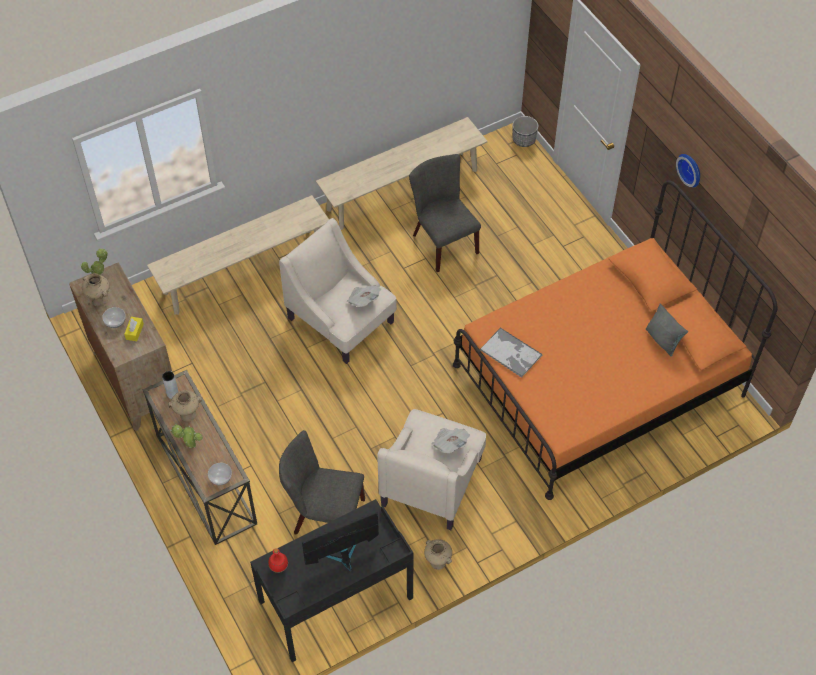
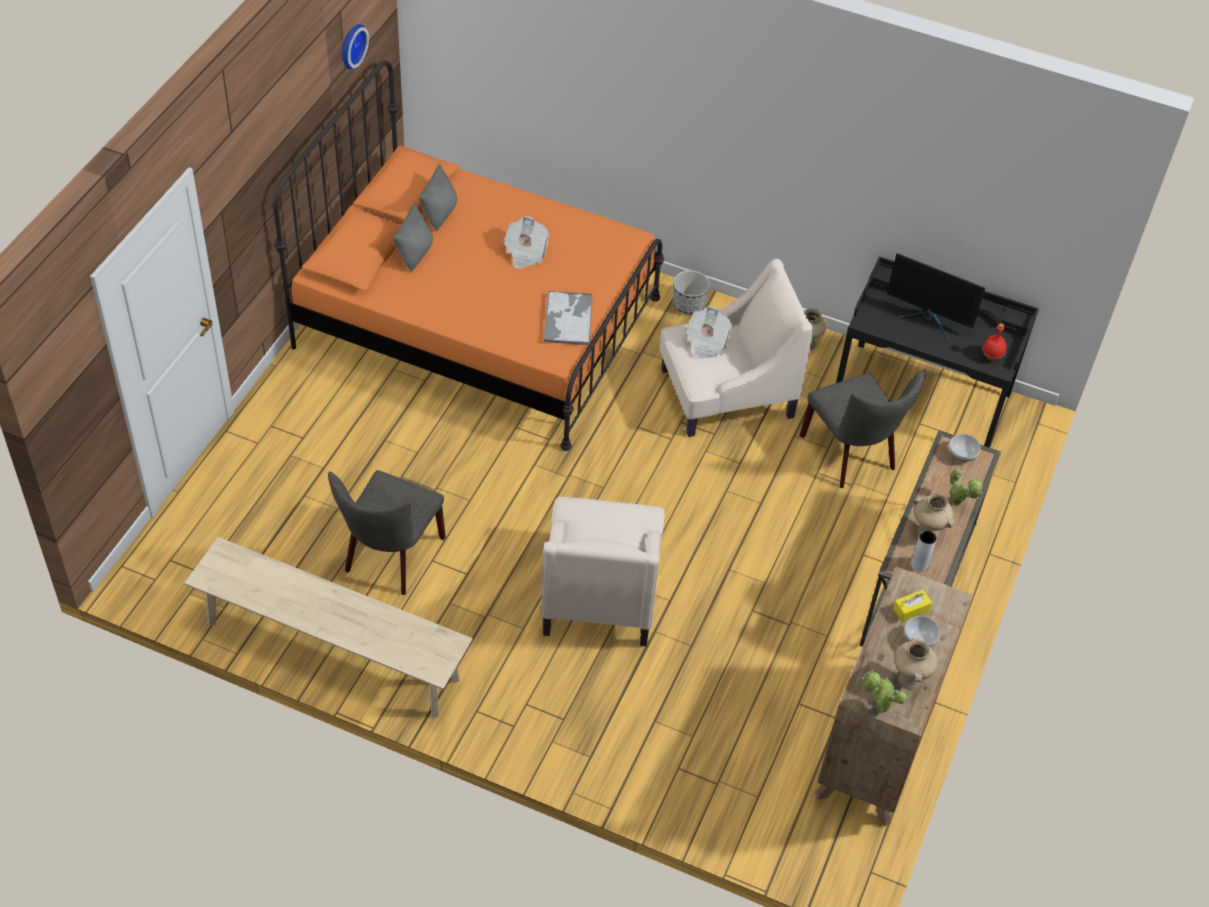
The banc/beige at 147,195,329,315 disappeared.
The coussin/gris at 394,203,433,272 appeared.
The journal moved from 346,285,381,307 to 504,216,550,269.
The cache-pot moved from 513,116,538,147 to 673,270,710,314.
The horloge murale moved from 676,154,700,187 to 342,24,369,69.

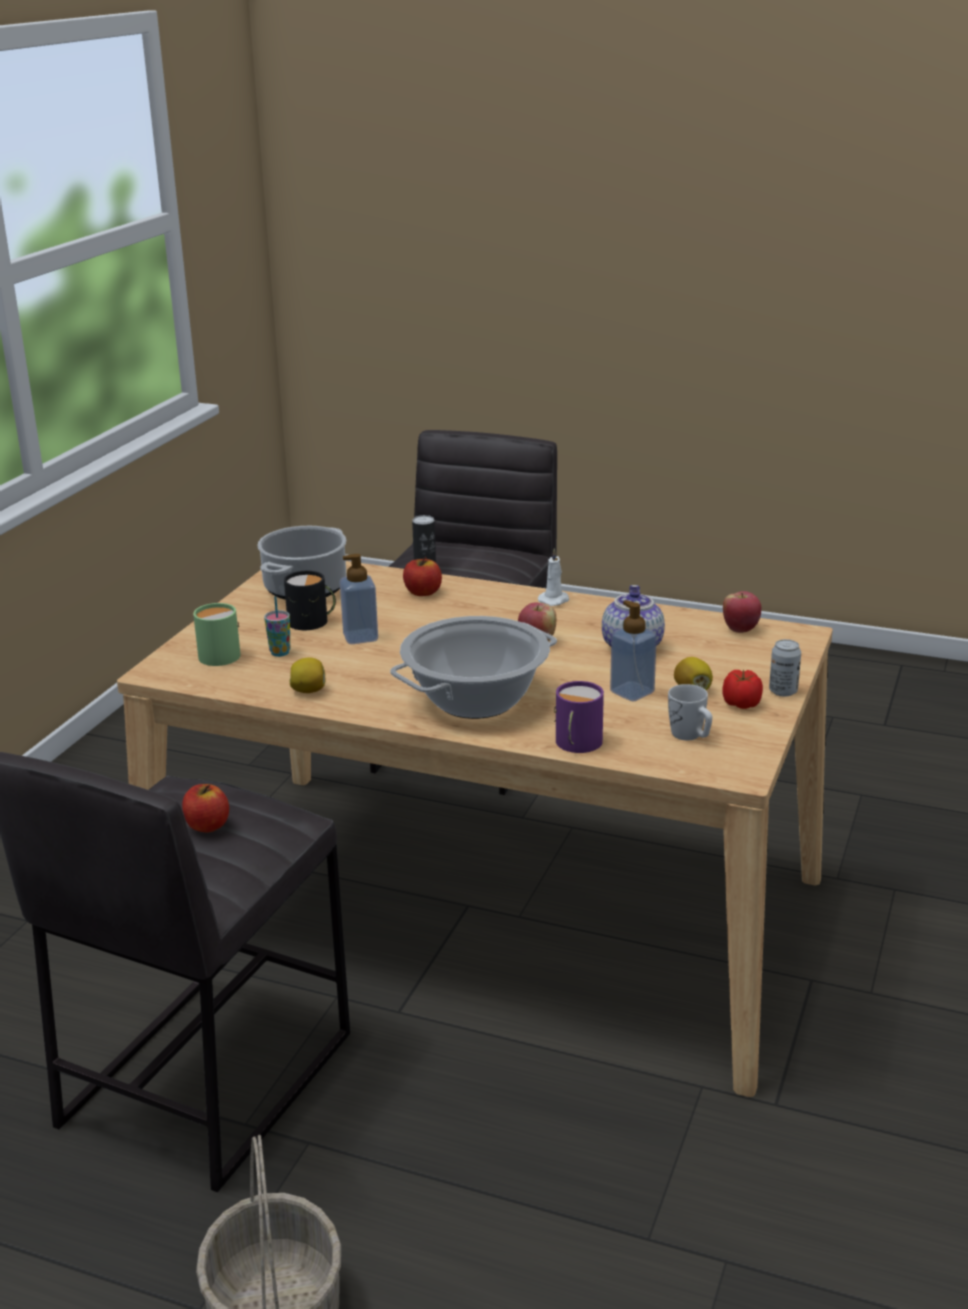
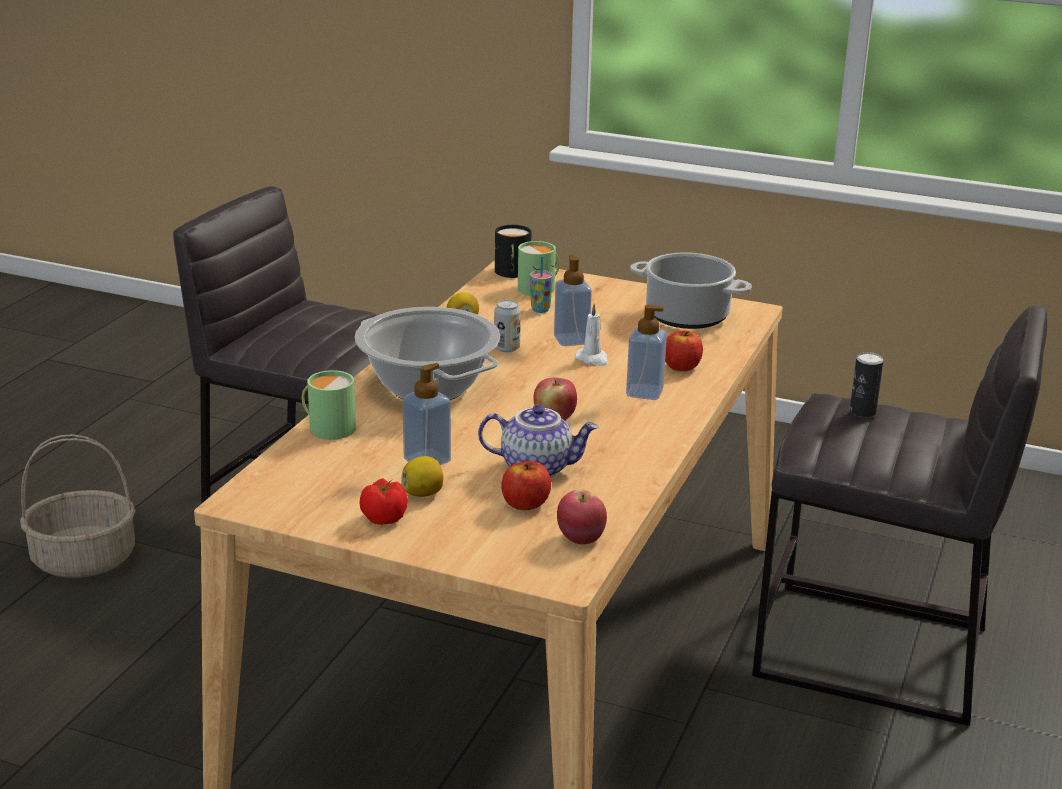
The mug/blanc at 668,684,712,740 disappeared.
The distributeur de savon at 626,304,667,400 appeared.
The pomme moved from 182,784,229,832 to 501,461,551,510.
The mug/noir moved from 284,571,336,630 to 494,225,531,278.
The bougie/blanc moved from 538,548,569,606 to 575,304,608,366.
The boîte métallique moved from 769,639,801,697 to 494,300,521,352.
The mug/violet at 554,681,604,753 became the mug/vert at 302,370,356,440.

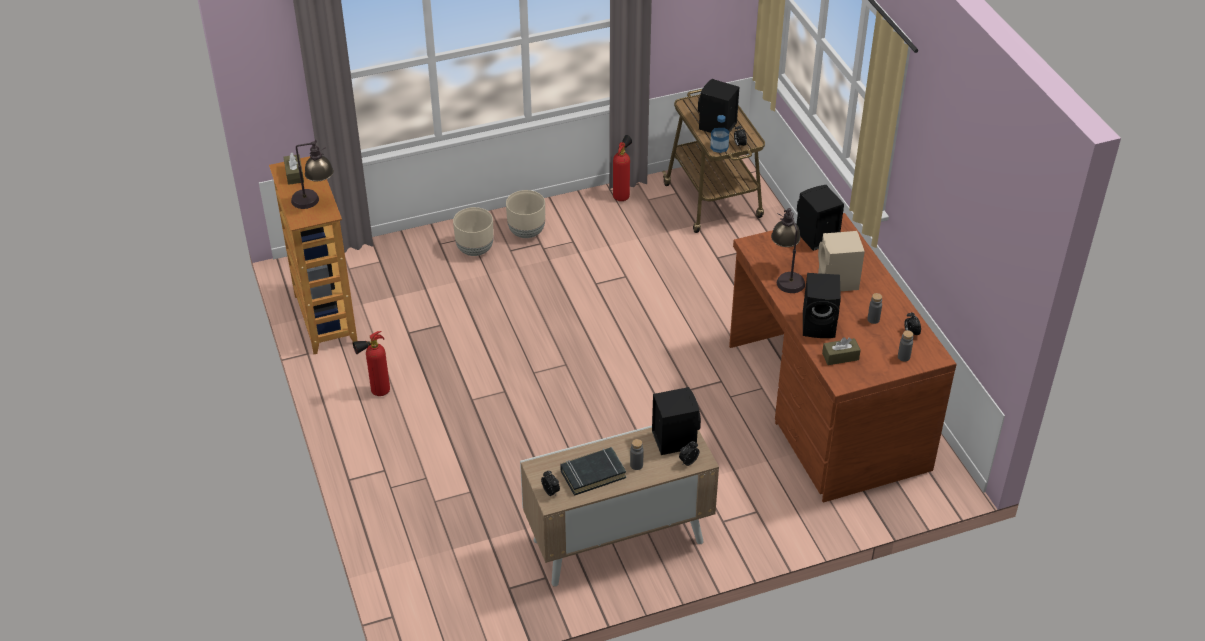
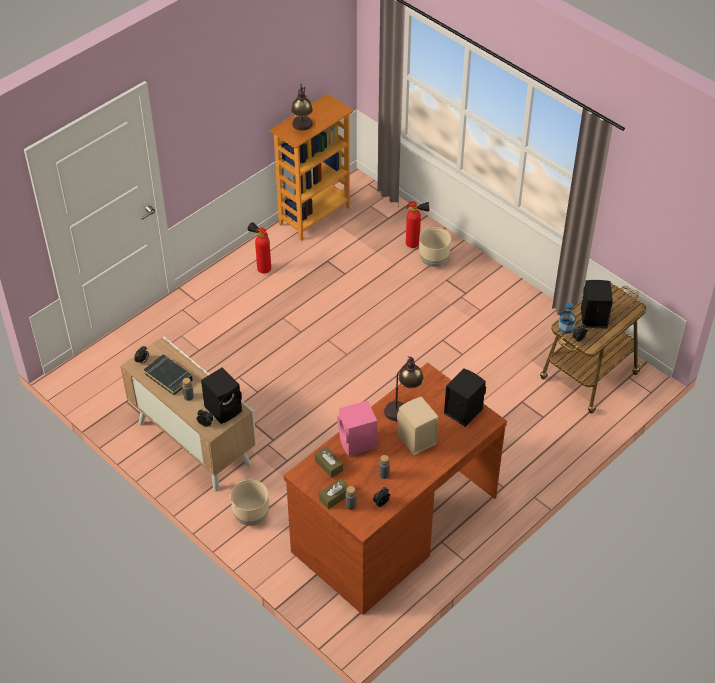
The boîte à mouchoirs/marron moved from 283,152,304,185 to 319,479,348,509.
The cache-pot/beige moved from 506,190,545,238 to 231,480,269,526.
The extincteur moved from 613,135,632,201 to 406,201,429,248.
The enceinte/noir at 803,273,841,338 became the enceinte/rose at 337,400,377,456.

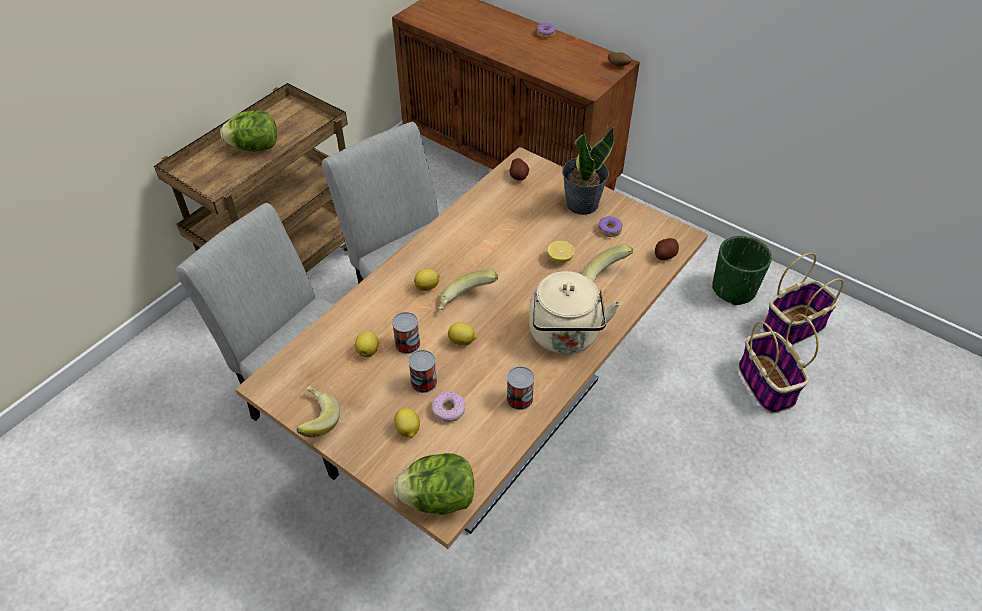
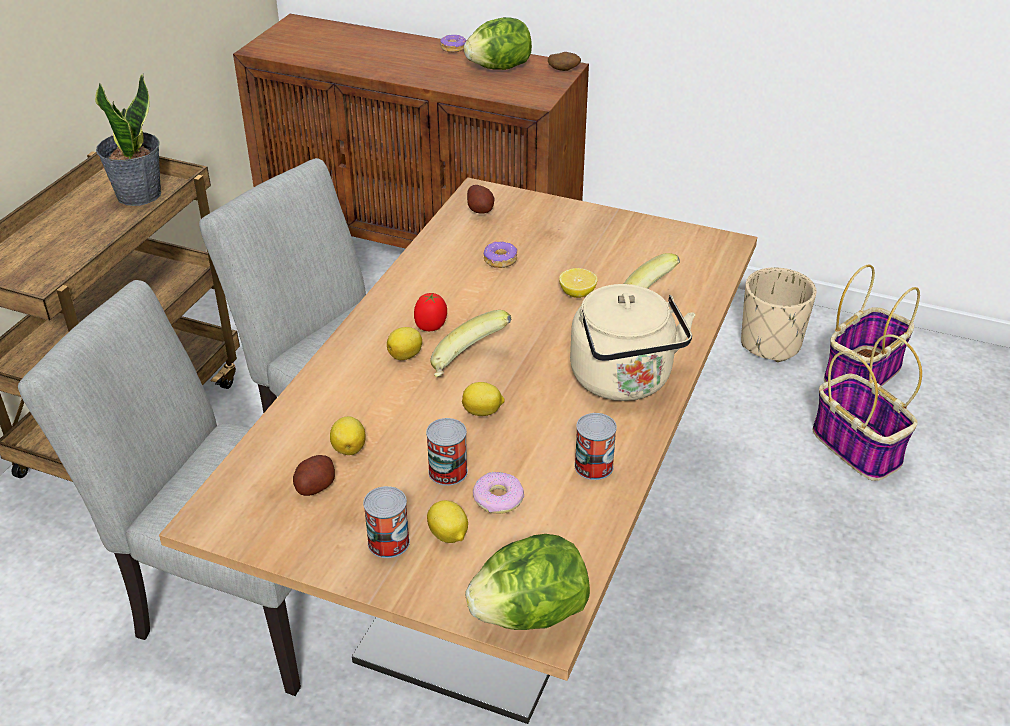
The banane at 297,385,340,437 disappeared.
The tomate at 414,293,447,331 appeared.
The laitue moved from 220,110,277,152 to 464,17,532,70.
The boîte métallique moved from 392,312,420,354 to 363,486,410,558.
The plante en pot moved from 562,127,614,215 to 95,74,161,206.
The beignet moved from 598,216,623,237 to 484,241,517,268.
The pomme de terre moved from 655,238,679,260 to 293,455,335,496.
The cache-pot/vert at 712,236,772,305 became the cache-pot/beige at 741,268,816,362.

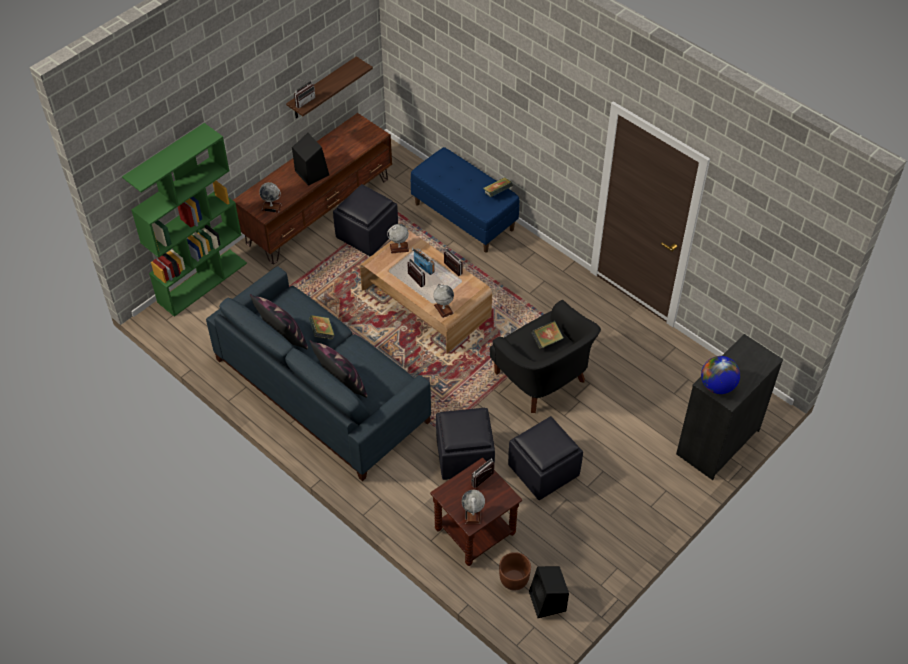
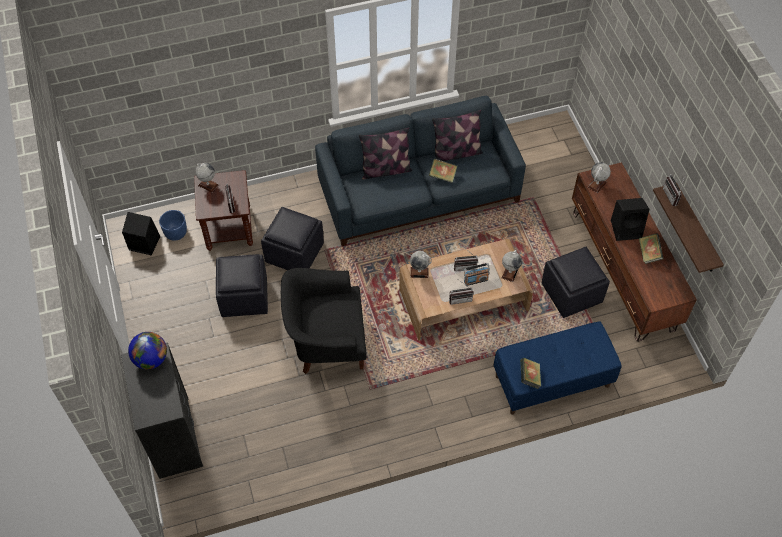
The bibliothèque/vert at 122,123,247,317 disappeared.
The livre moved from 531,321,563,349 to 639,234,664,264.
The cache-pot/marron at 499,552,531,591 became the cache-pot/bleu at 159,210,187,241.

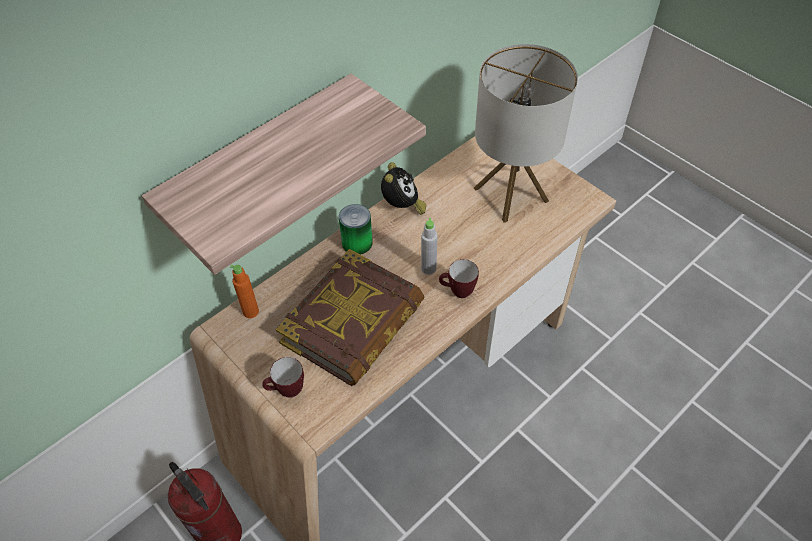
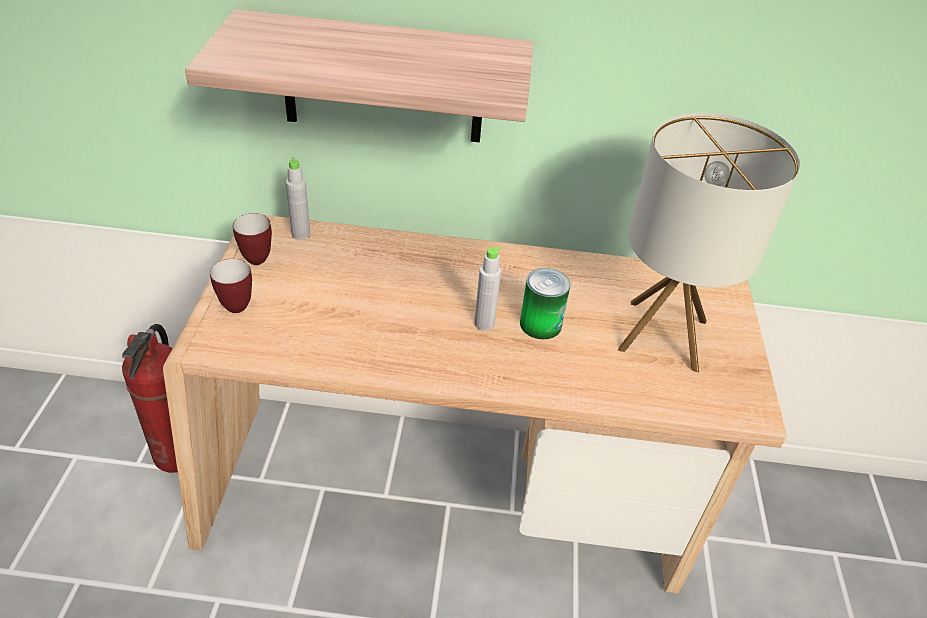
The livre at 276,249,425,386 disappeared.
The réveil at 381,162,426,215 disappeared.
The boîte métallique moved from 339,204,373,255 to 520,268,570,339.
The mug moved from 439,259,479,298 to 233,213,272,265.
The bouteille/orange at 230,265,259,318 became the bouteille/gris at 286,157,310,240.

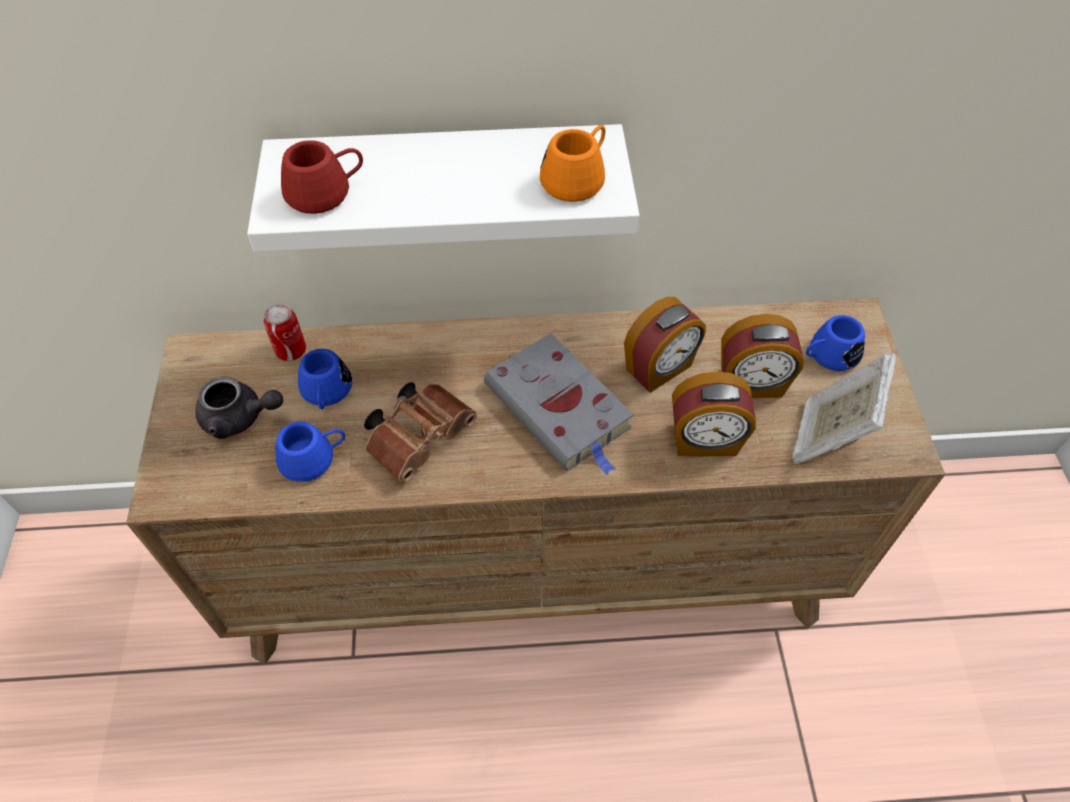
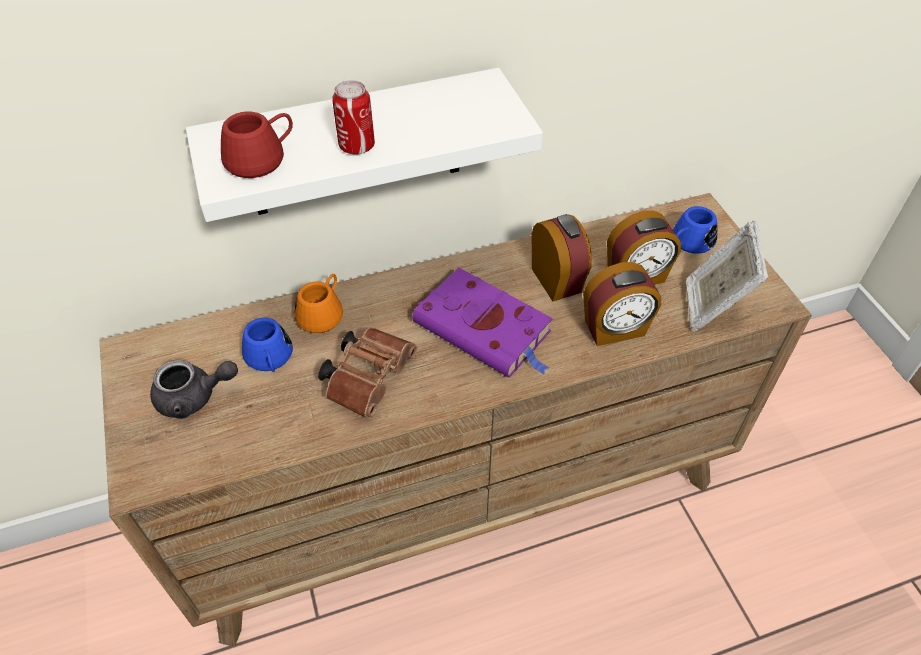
The mug/bleu at 275,421,345,482 disappeared.
The boîte métallique moved from 264,304,306,361 to 332,80,375,154.
The mug/orange moved from 540,125,605,202 to 295,274,343,333.
The livre/gris at 484,333,634,476 became the livre/violet at 412,268,553,378.
The réveil at 624,297,706,393 turned 60 degrees counterclockwise.

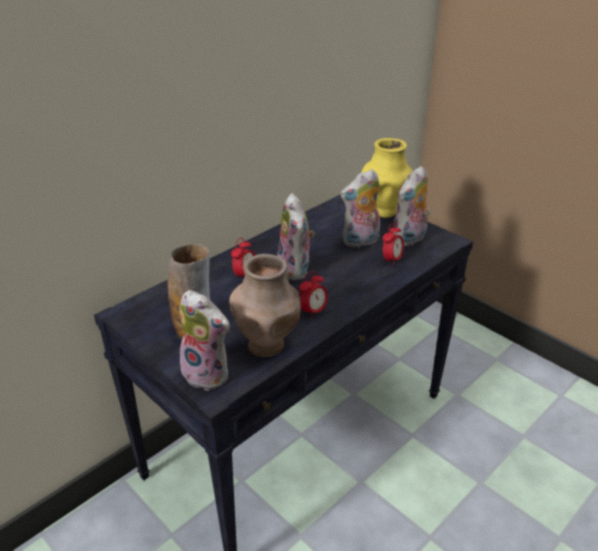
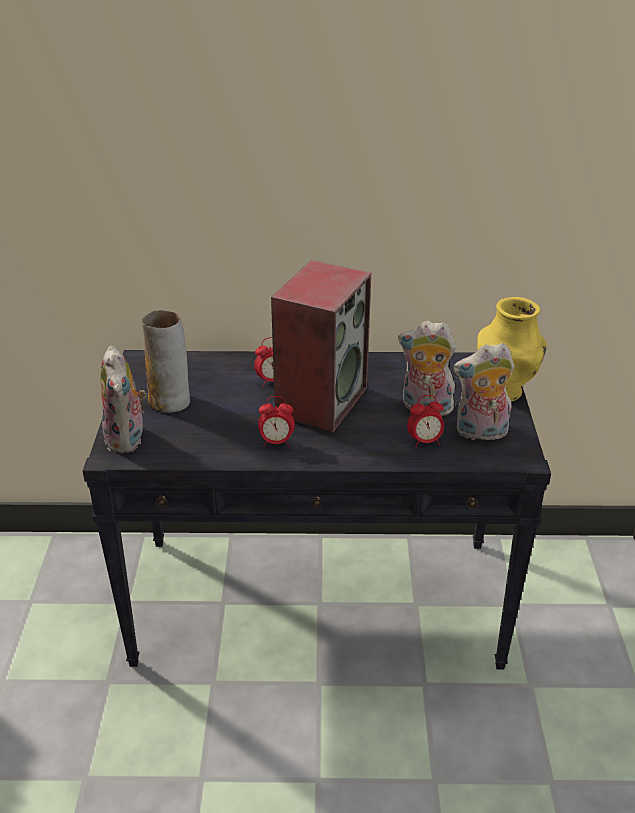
The vase/marron at 229,254,301,357 disappeared.
The peluche at 277,193,315,281 was replaced by the enceinte at 271,260,371,432.

